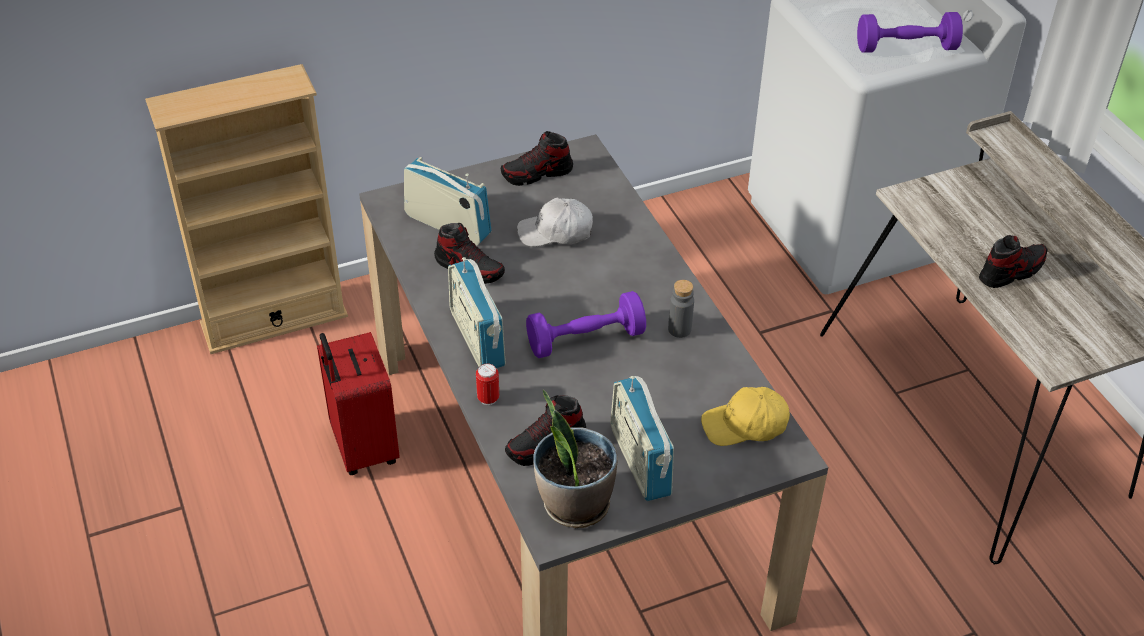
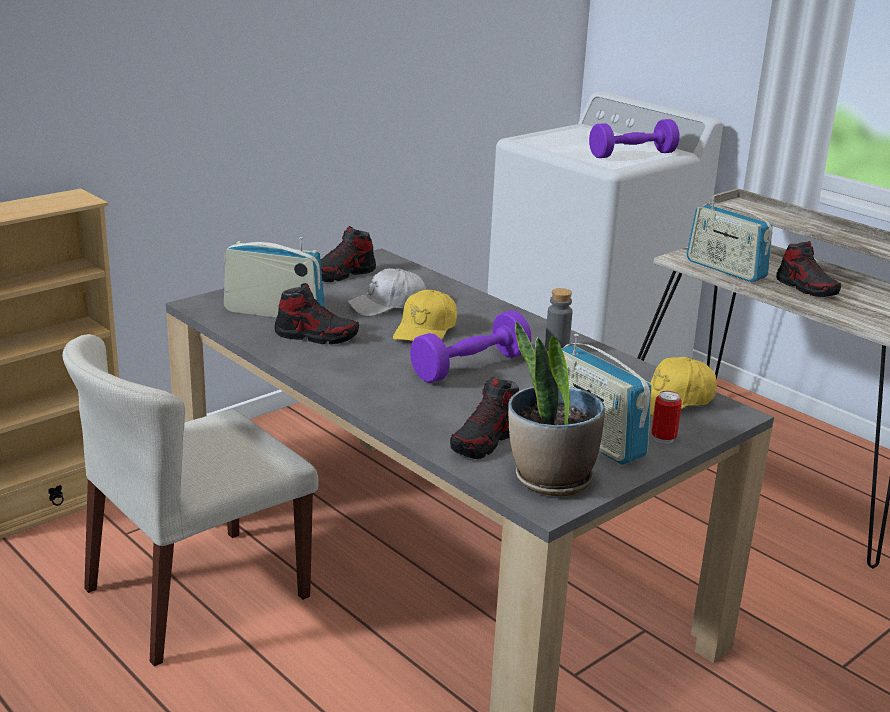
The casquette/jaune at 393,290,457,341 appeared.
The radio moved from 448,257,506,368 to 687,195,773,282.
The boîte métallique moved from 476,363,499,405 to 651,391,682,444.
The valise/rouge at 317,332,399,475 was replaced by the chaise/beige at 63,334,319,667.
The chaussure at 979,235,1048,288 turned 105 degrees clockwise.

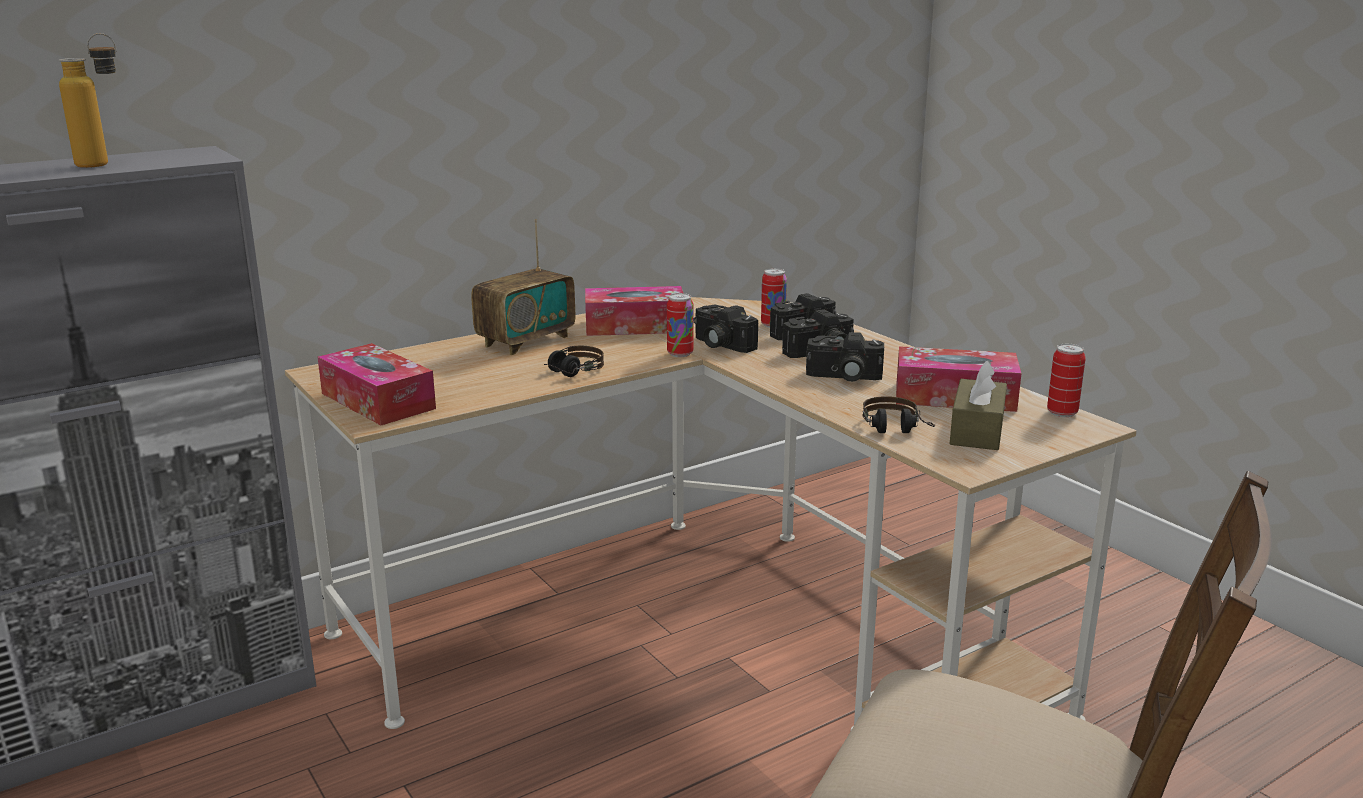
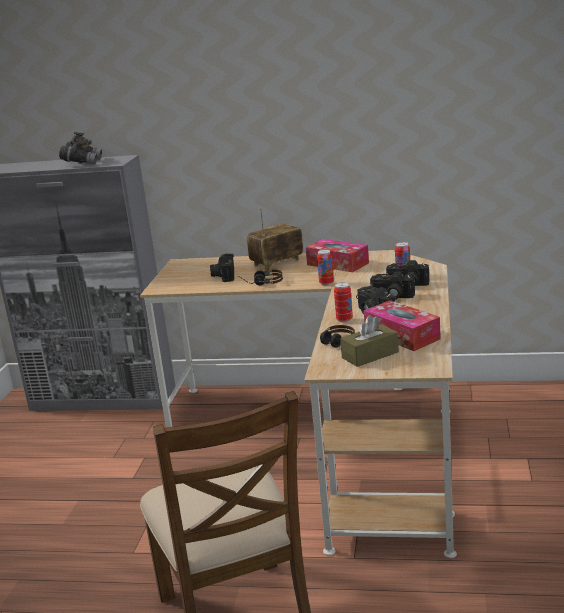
The boîte à mouchoirs at 317,343,436,425 disappeared.
The appareil photo moved from 693,305,758,353 to 210,254,234,282.
The boîte métallique moved from 1047,344,1086,417 to 334,282,353,322.
The bouteille at 59,33,116,168 was replaced by the jumelles/gris at 59,132,102,164.
The radio at 471,219,576,355 turned 150 degrees clockwise.

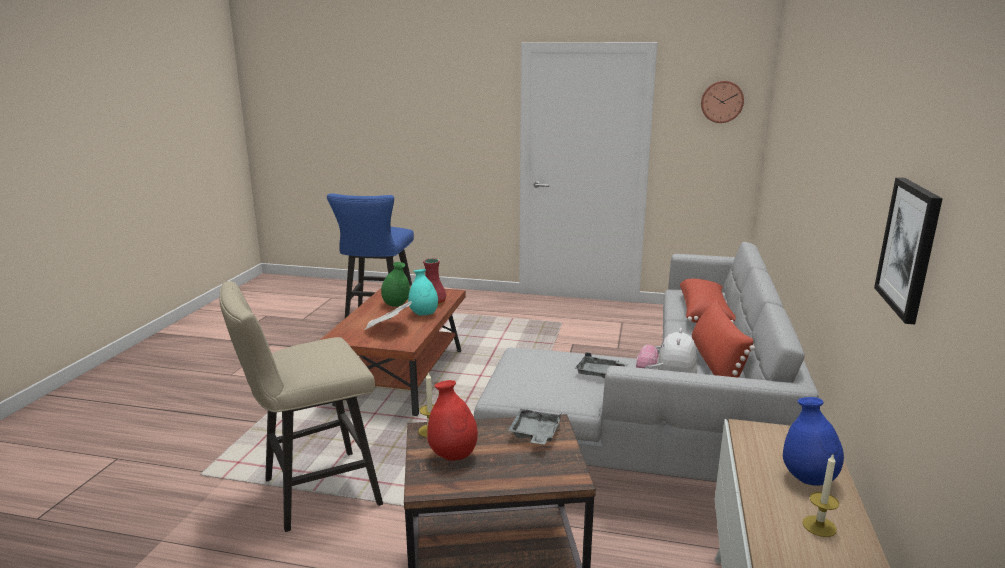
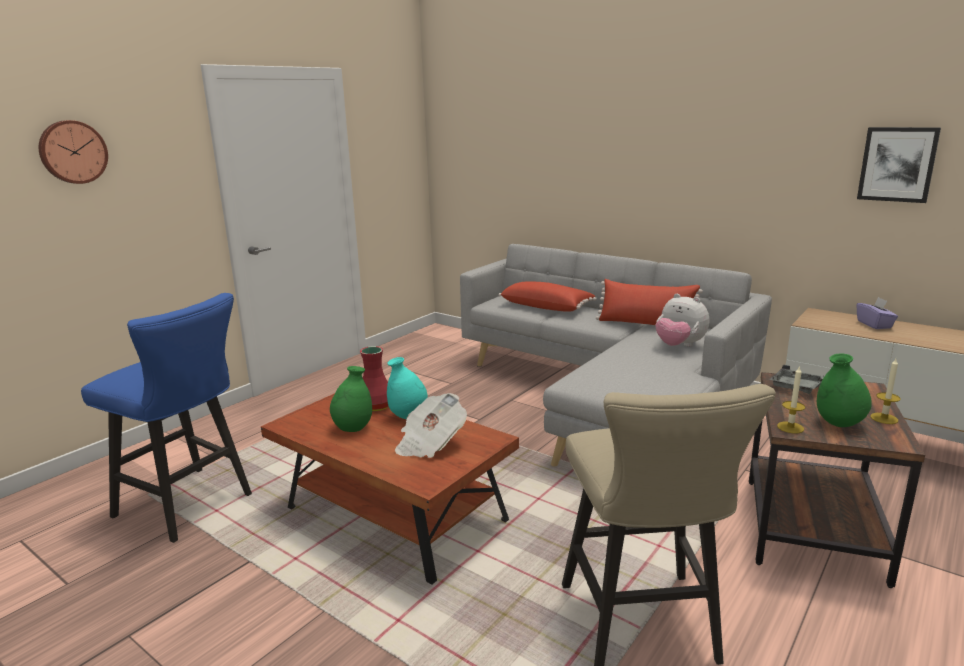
The plateau/gris at 574,353,628,378 disappeared.
The horloge murale moved from 701,81,744,123 to 39,120,108,184.
The bougie moved from 803,454,839,537 to 870,359,901,424.
The vase/bleu at 783,397,844,486 was replaced by the boîte à mouchoirs/violet at 857,297,898,329.
The vase/rouge at 427,380,478,461 became the vase/vert at 817,354,872,427.

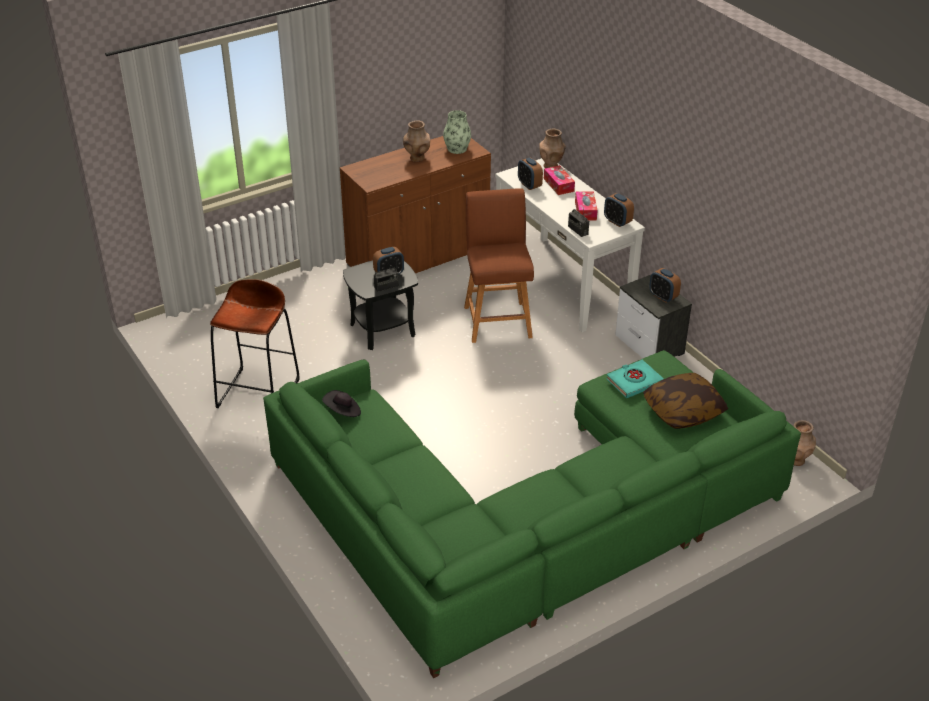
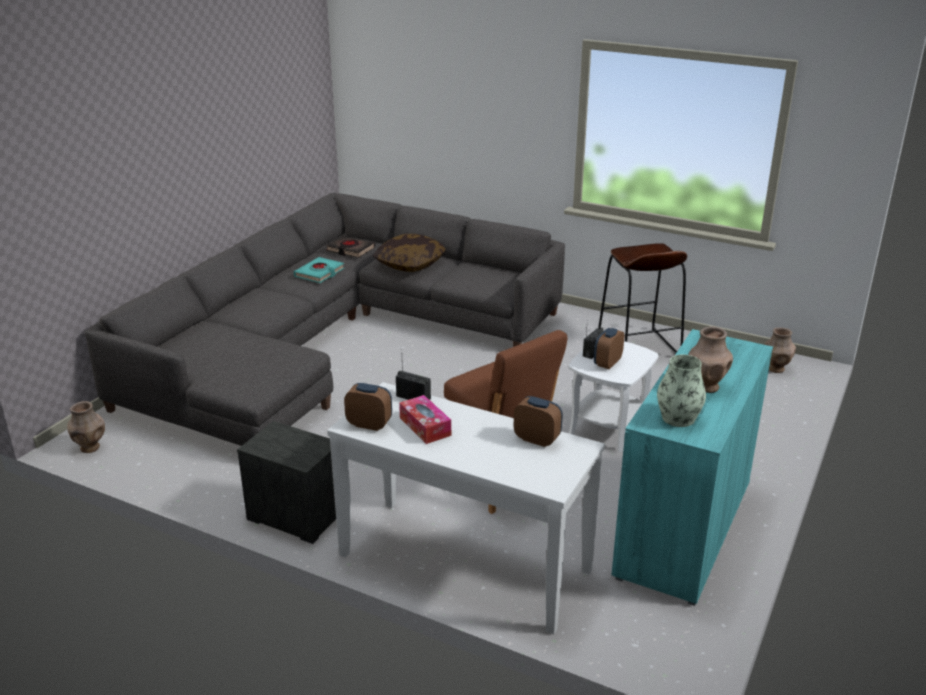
The chapeau/noir at 322,390,361,417 disappeared.
The boîte à mouchoirs at 544,165,575,195 disappeared.
The réveil at 649,268,681,302 disappeared.
The livre/noir at 326,235,375,258 appeared.
The vase/marron moved from 539,129,566,168 to 764,328,796,373.
The livre/turquoise moved from 606,359,664,398 to 294,257,344,283.
The coussin moved from 643,373,728,429 to 373,234,446,272.
The canapé/vert at 263,350,801,678 became the canapé/gris at 85,193,565,446.
The meuble de rangement/marron at 340,136,491,273 became the meuble de rangement/turquoise at 612,329,773,606.
The table d'appoint/noir at 343,260,418,350 became the table d'appoint/blanc at 569,341,659,452.

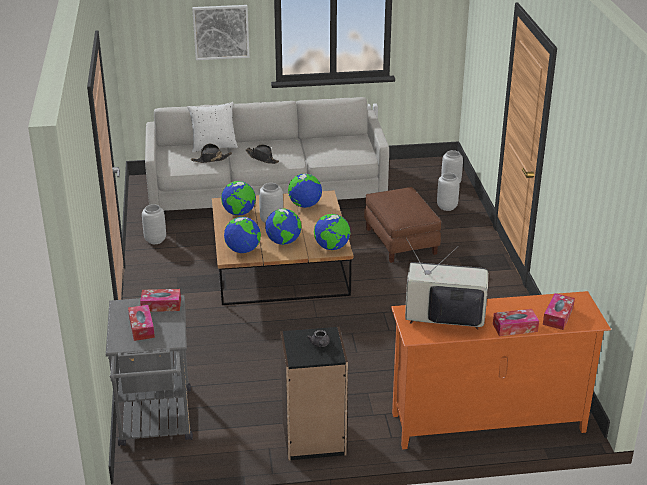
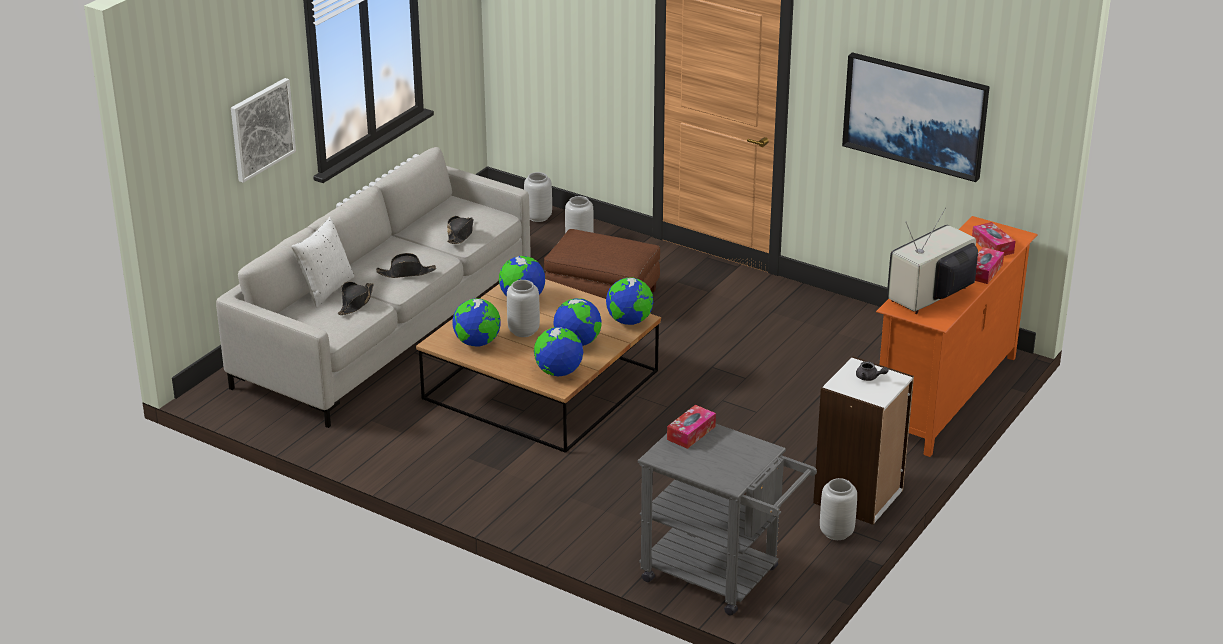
The boîte à mouchoirs at 128,305,155,341 disappeared.
The chapeau/noir at 447,216,474,244 appeared.
The tableau at 842,52,990,182 appeared.
The vase/gris moved from 142,204,166,244 to 820,478,857,540.
The bibliothèque/noir at 280,327,348,461 became the bibliothèque/blanc at 813,356,914,525.

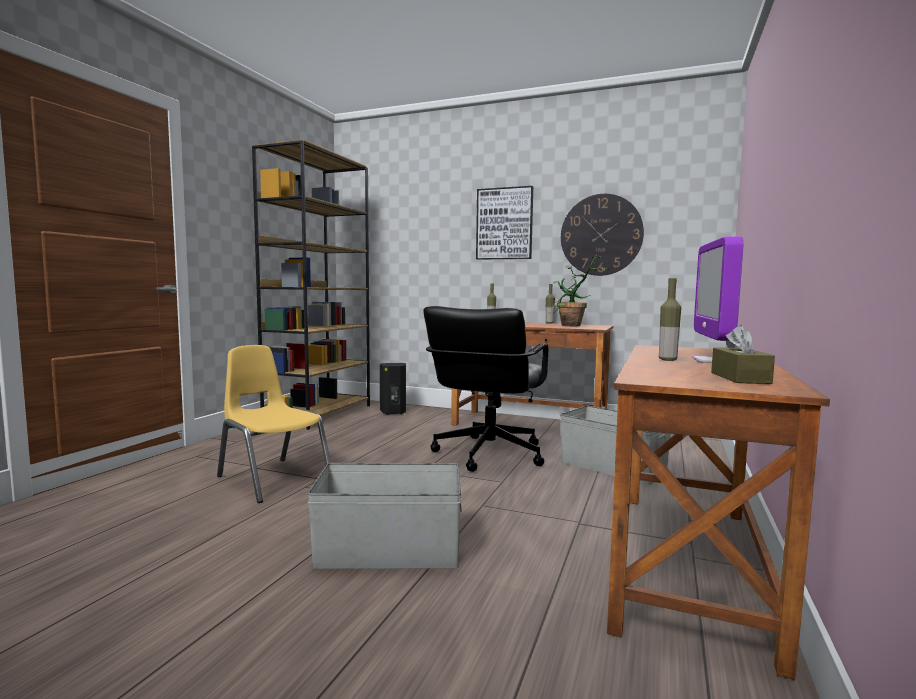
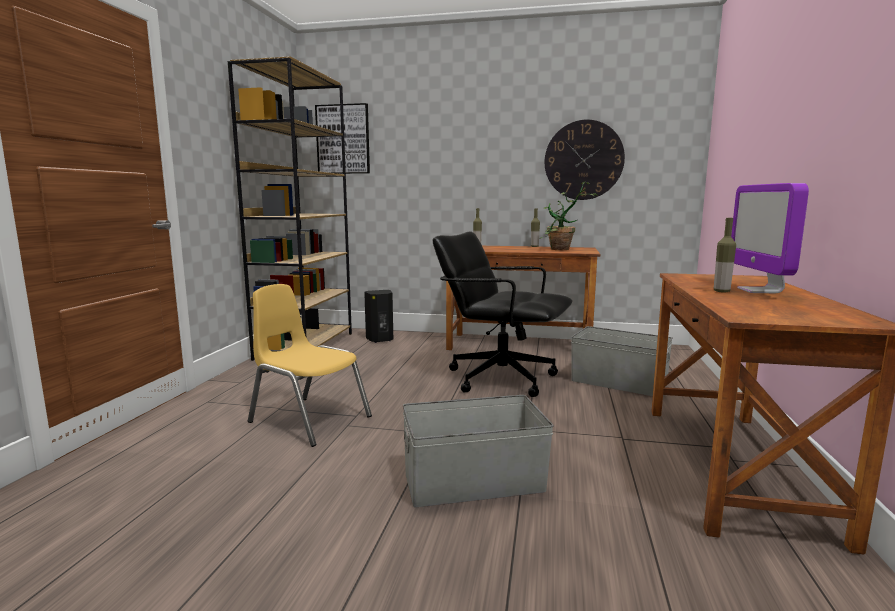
The boîte à mouchoirs/marron at 711,325,775,384 disappeared.
The tableau moved from 476,186,533,260 to 315,103,370,174.
The chaise de bureau/noir at 423,306,548,472 turned 105 degrees clockwise.

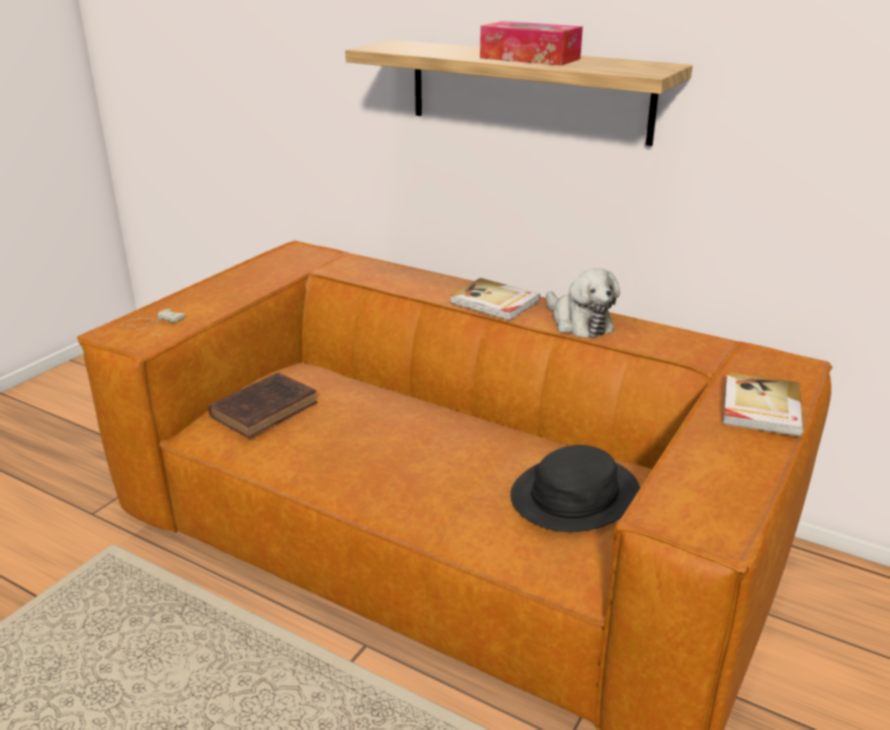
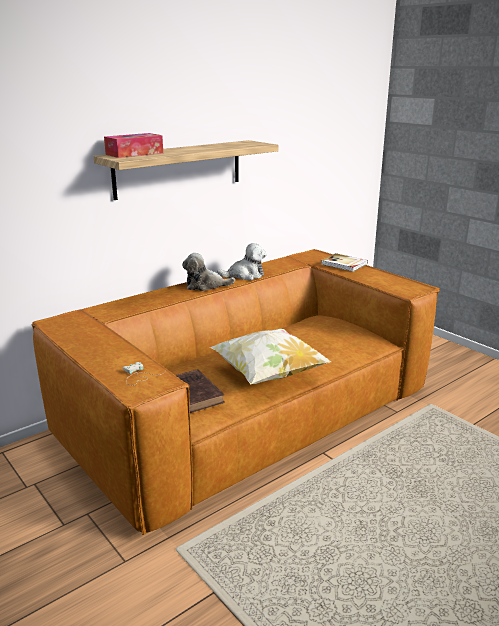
The chapeau/noir at 510,445,640,532 disappeared.
The coussin at 210,329,331,384 appeared.
The boîte à mouchoirs moved from 480,21,583,66 to 104,133,163,158.
The livre at 450,278,540,321 was replaced by the peluche at 182,253,235,291.

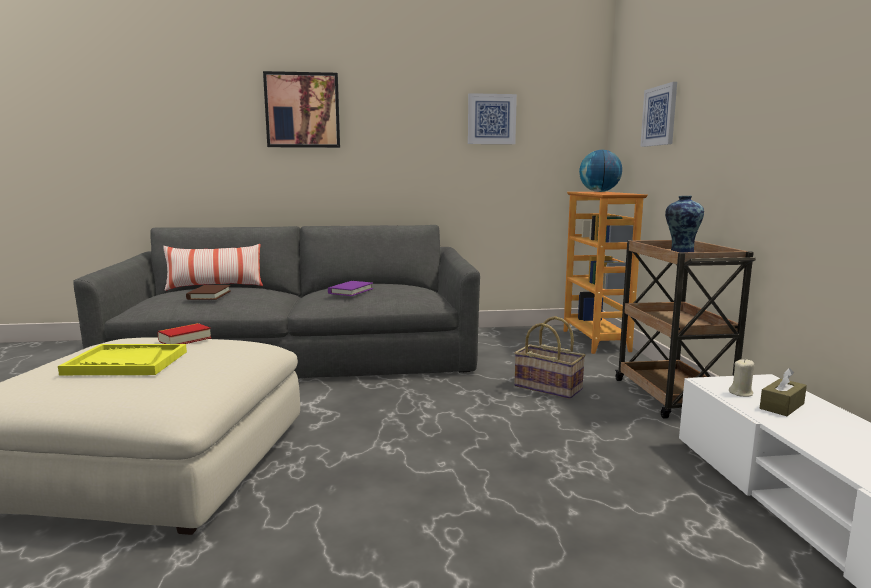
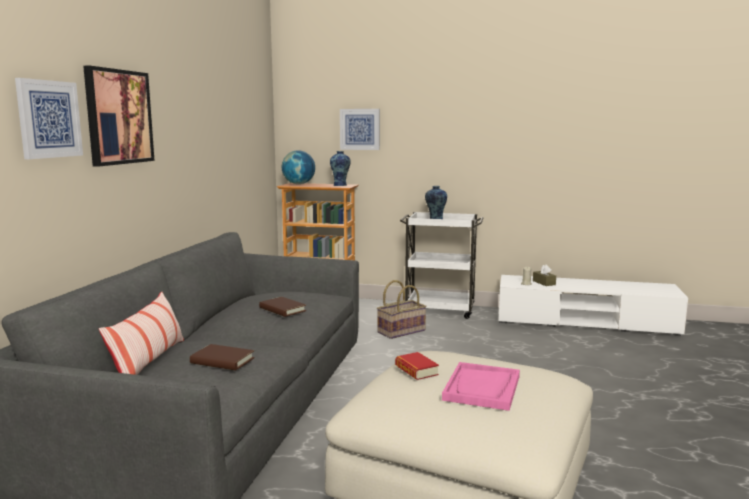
The vase at 330,151,351,186 appeared.
The tableau moved from 468,93,517,144 to 15,78,83,159.
The plateau/jaune at 58,344,187,375 became the plateau/rose at 442,362,520,411.
The livre/violet at 328,281,373,296 became the livre/marron at 259,297,306,317.
The chariot/marron at 615,240,756,419 became the chariot/blanc at 400,212,483,319.

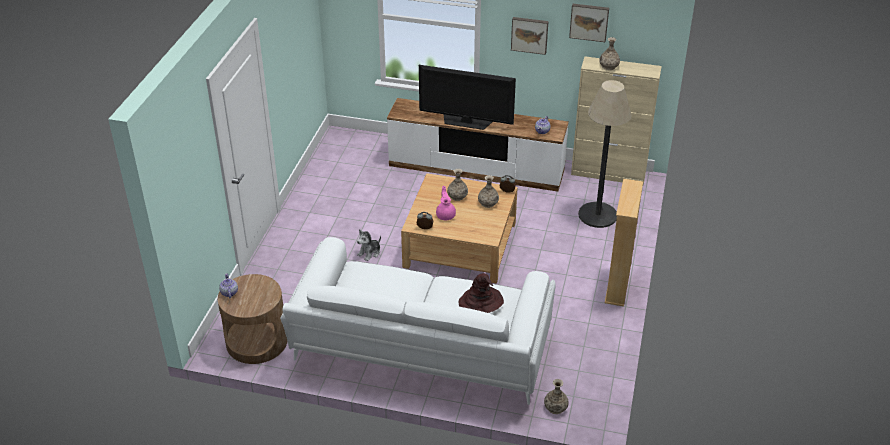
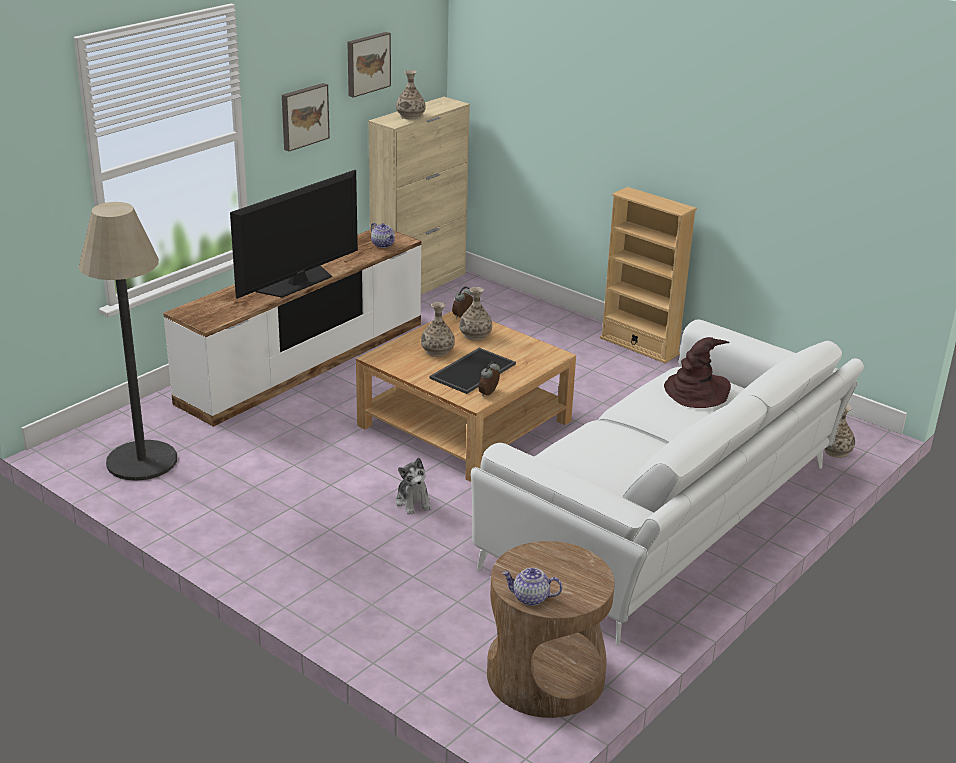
The lampadaire moved from 578,80,632,228 to 79,202,177,481.
The théière/rose at 436,186,456,221 was replaced by the plateau at 429,348,516,394.

